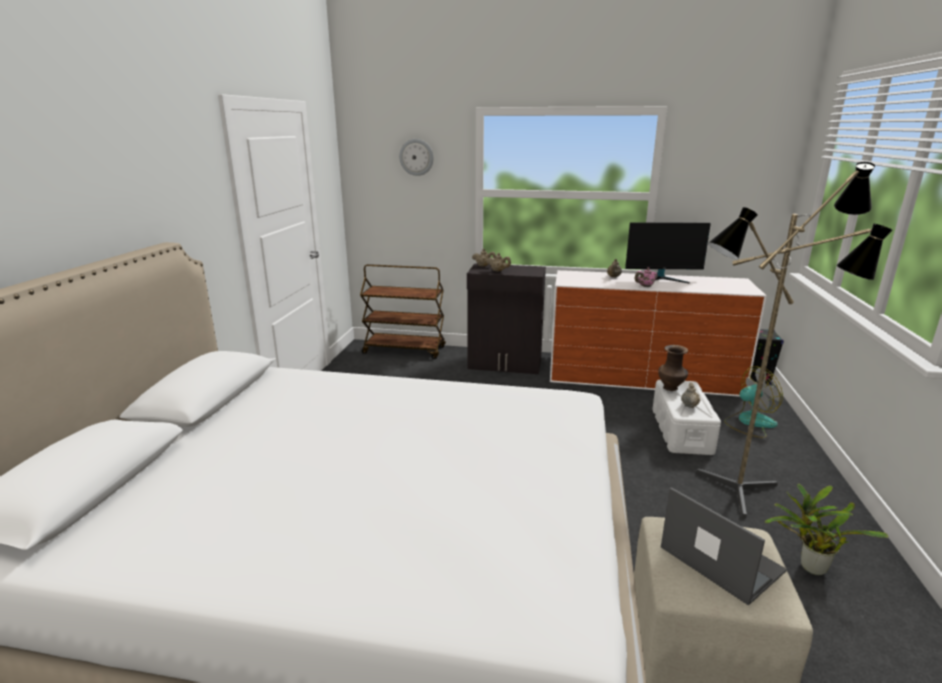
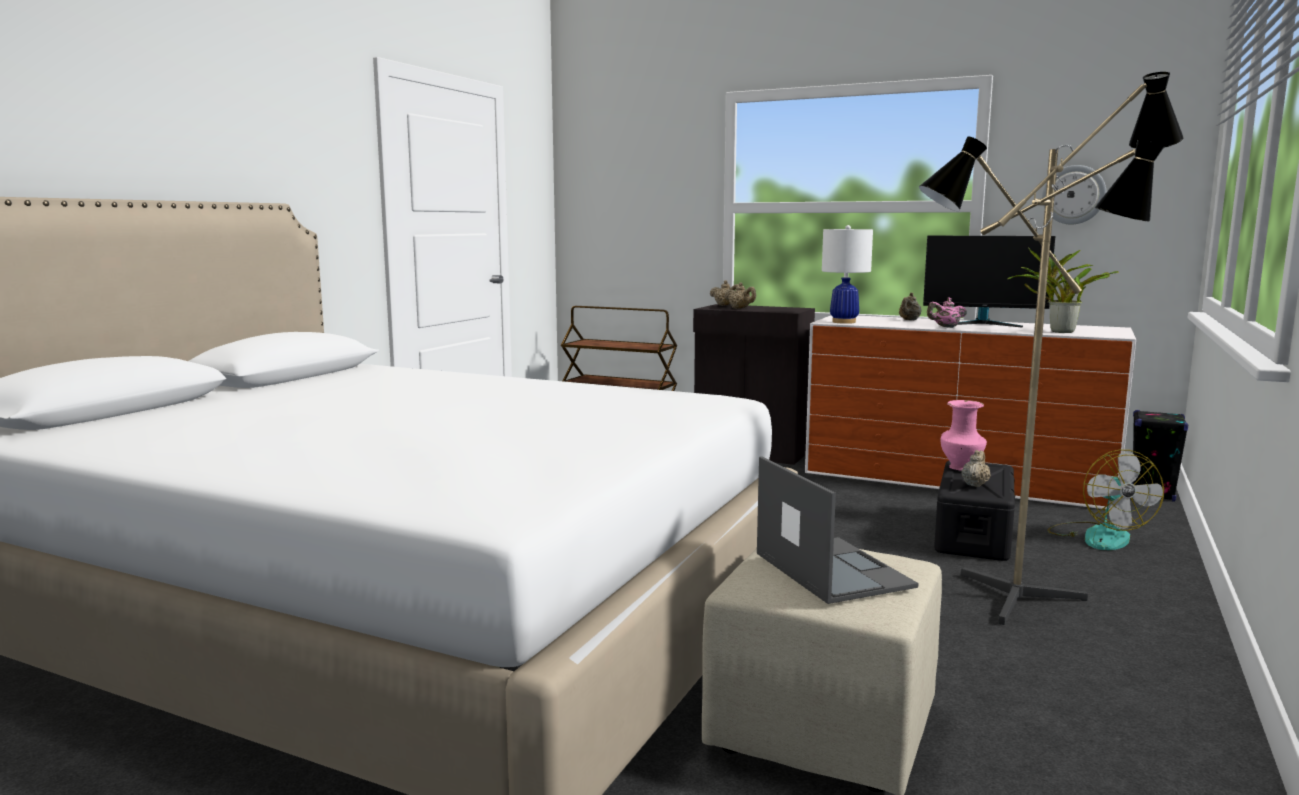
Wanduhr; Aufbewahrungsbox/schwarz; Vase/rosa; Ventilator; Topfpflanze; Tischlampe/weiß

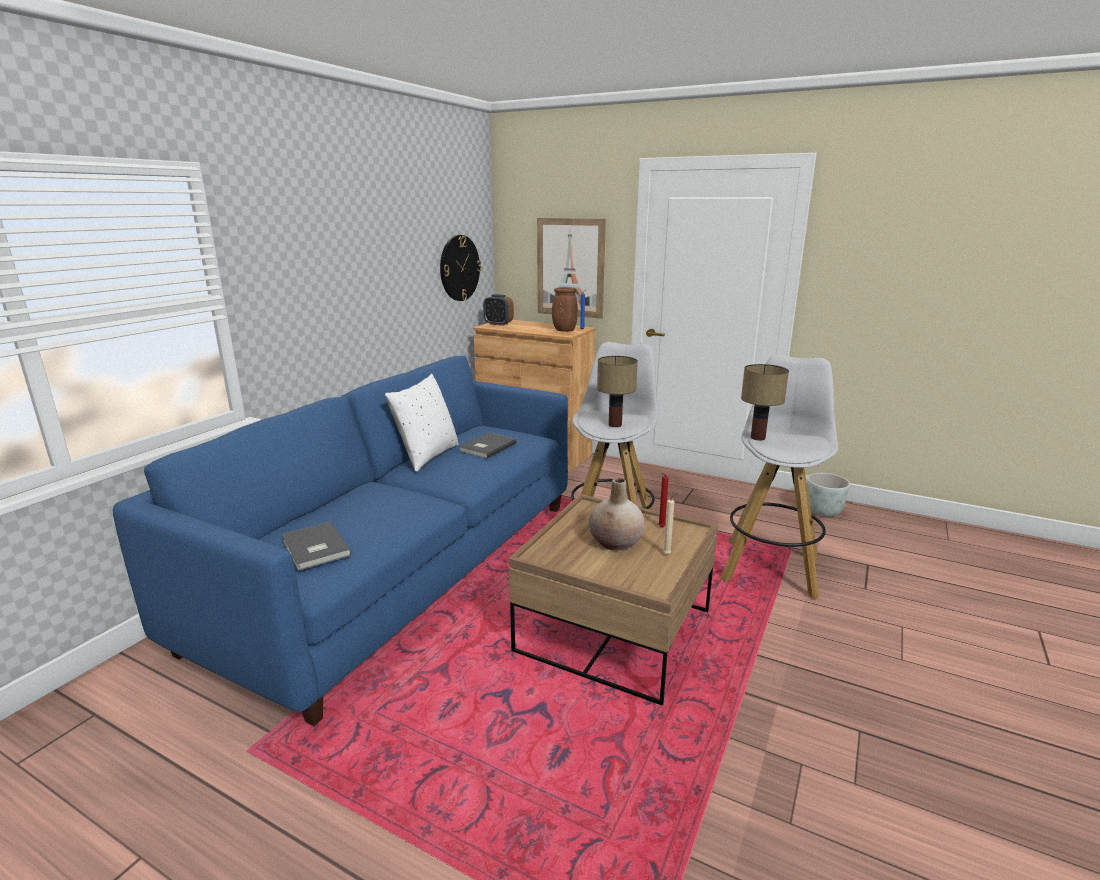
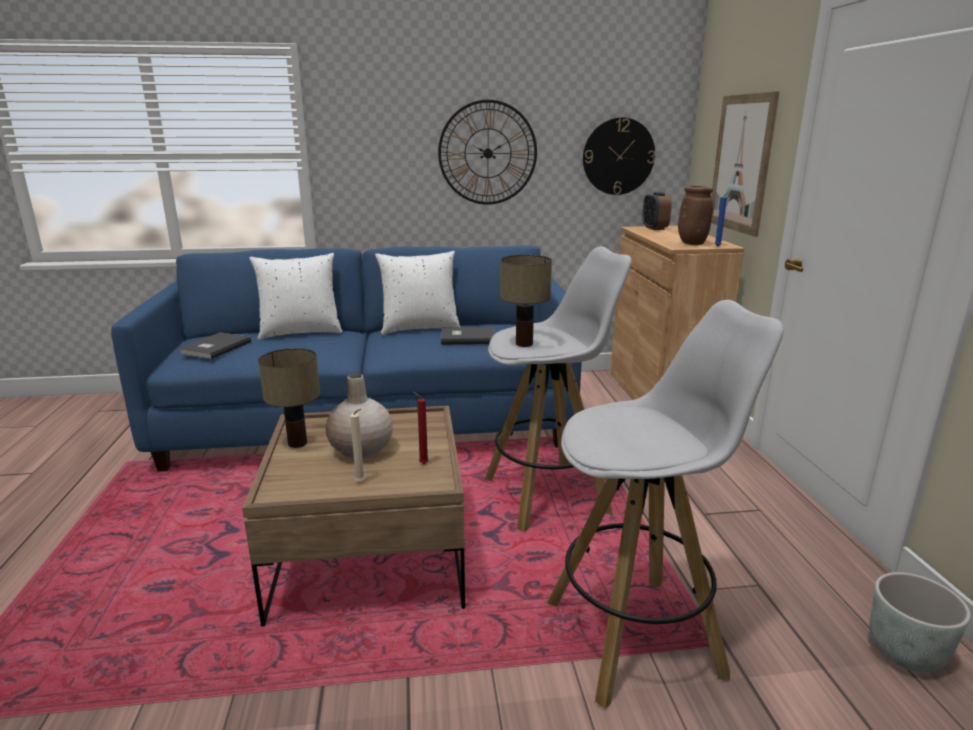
Tischlampe (1st from left); Kissen/weiß (1st from left); Wanduhr (1st from left)

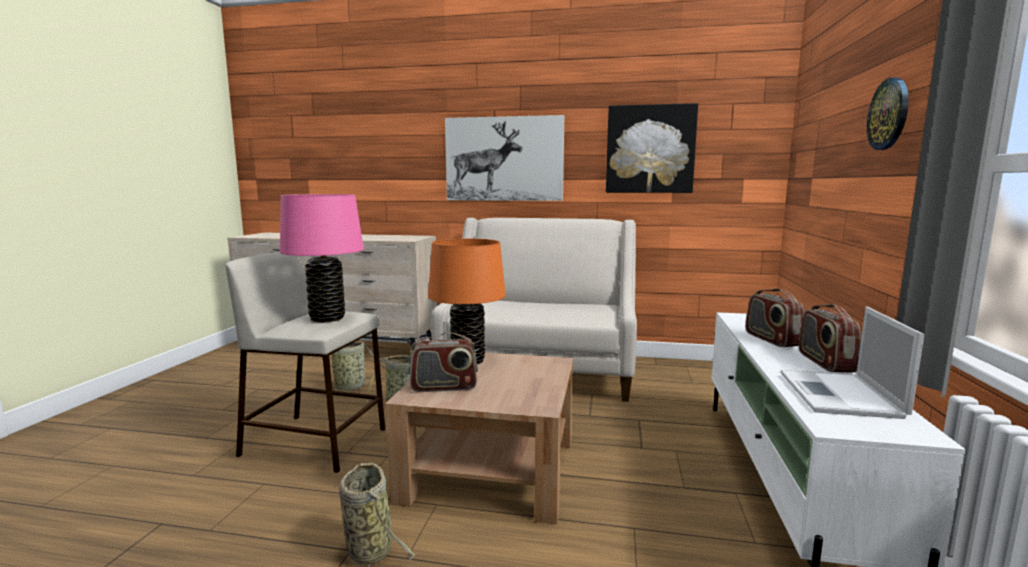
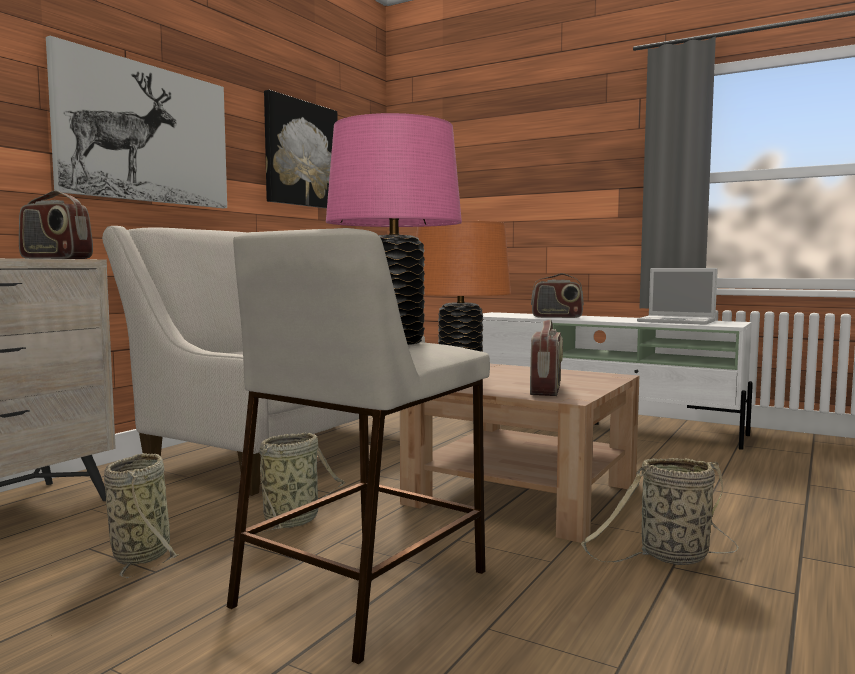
Radio (1st from left); Wanduhr

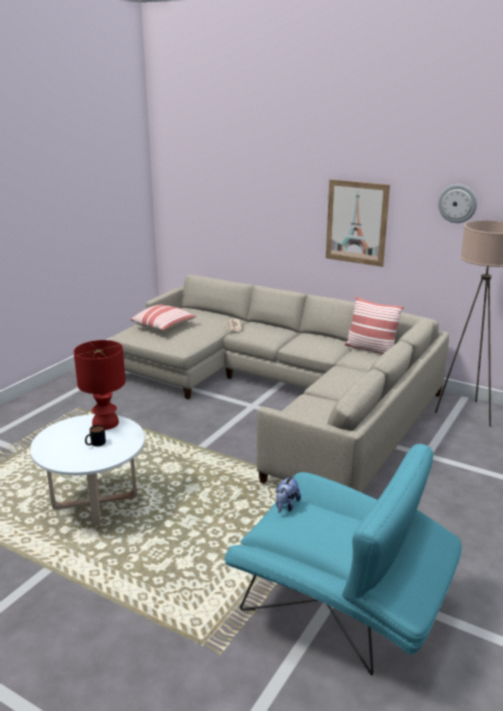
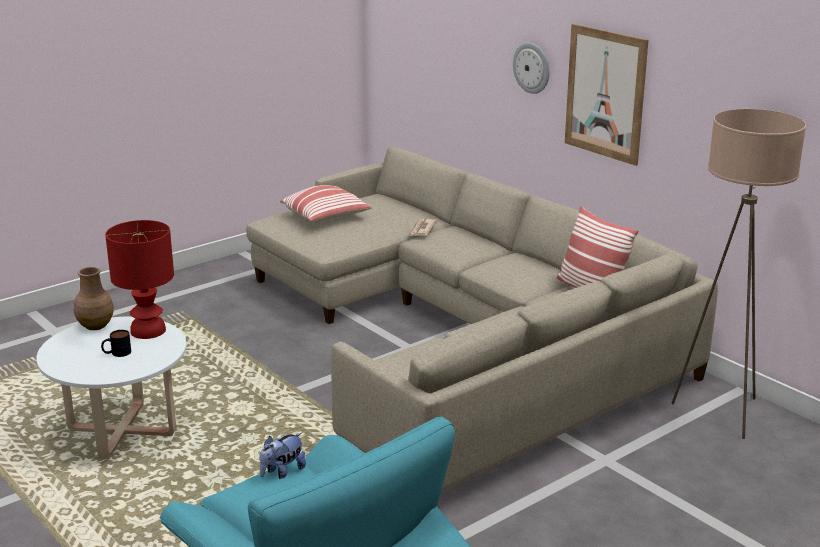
Wanduhr; Vase/braun

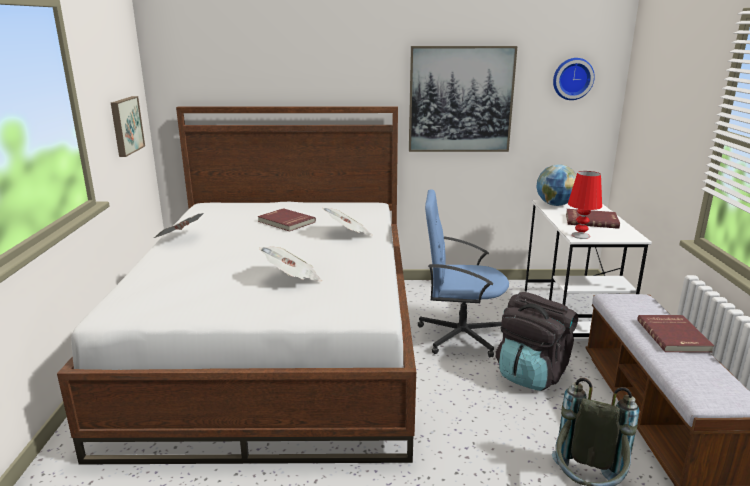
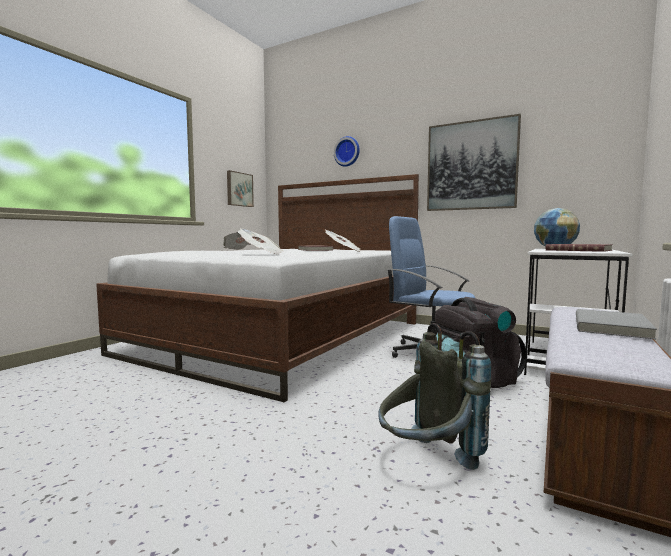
Wanduhr; Tischlampe/rot; Buch/grau

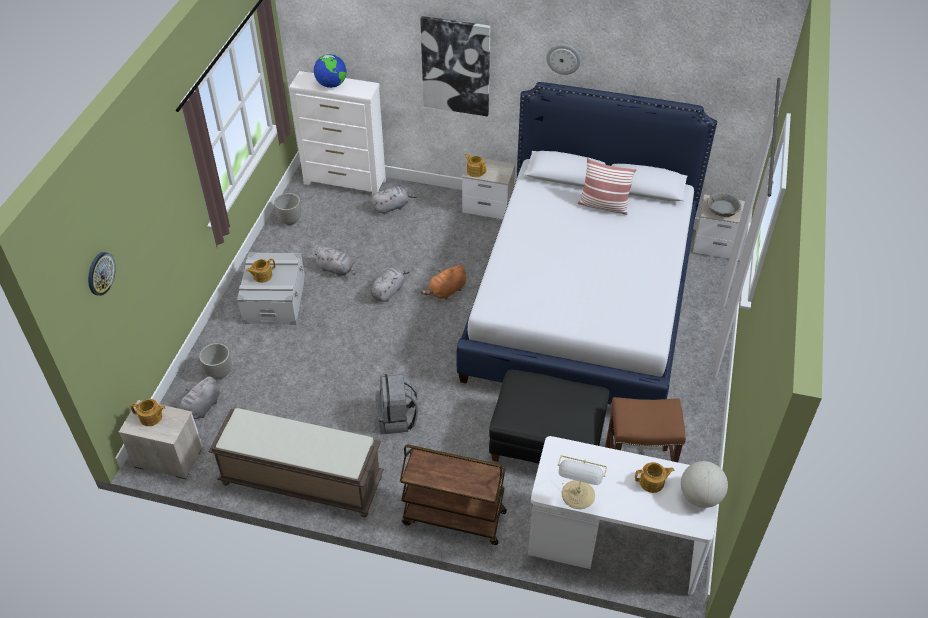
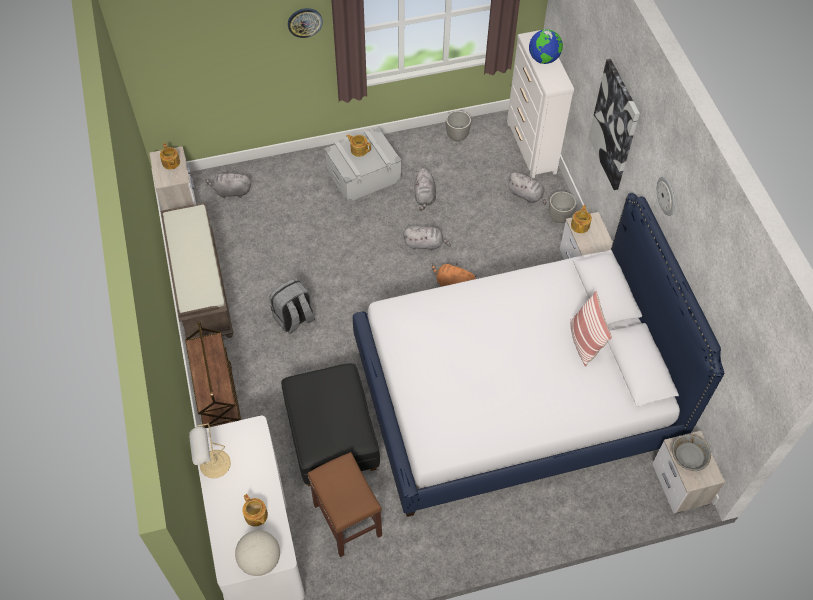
Wanduhr (1st from left); Pflanzkübel (2nd from left)

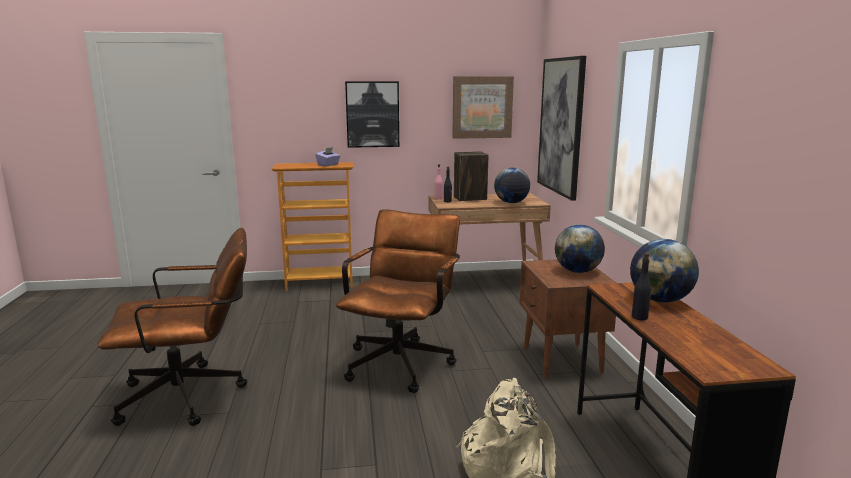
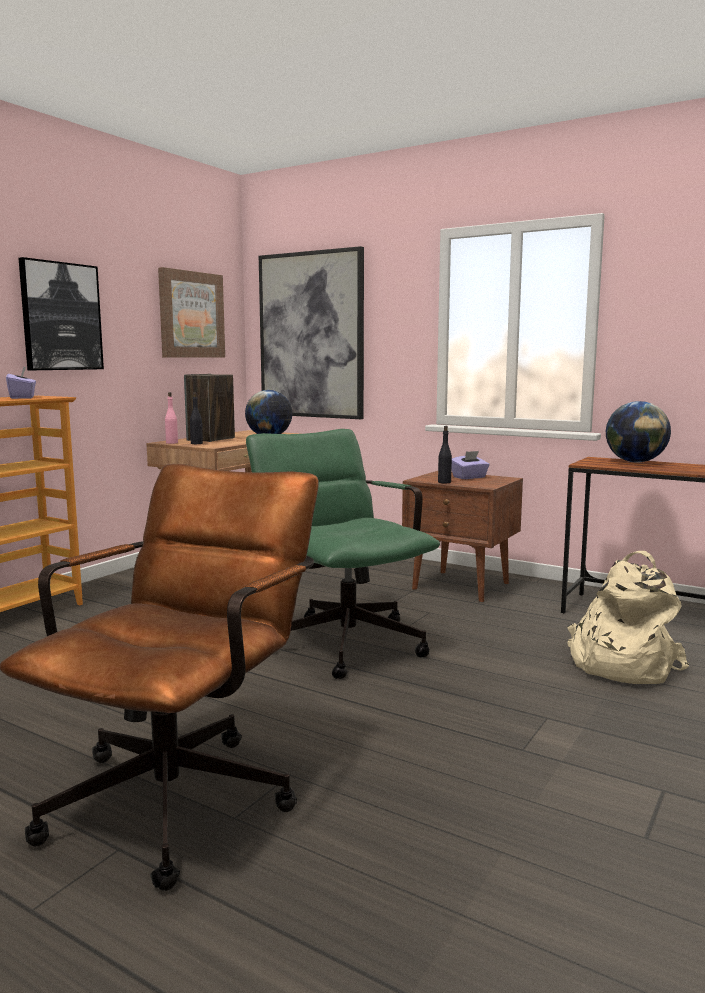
Bürostuhl/grün; Taschentuchbox/lila (2nd from left); Flasche/schwarz (2nd from left)

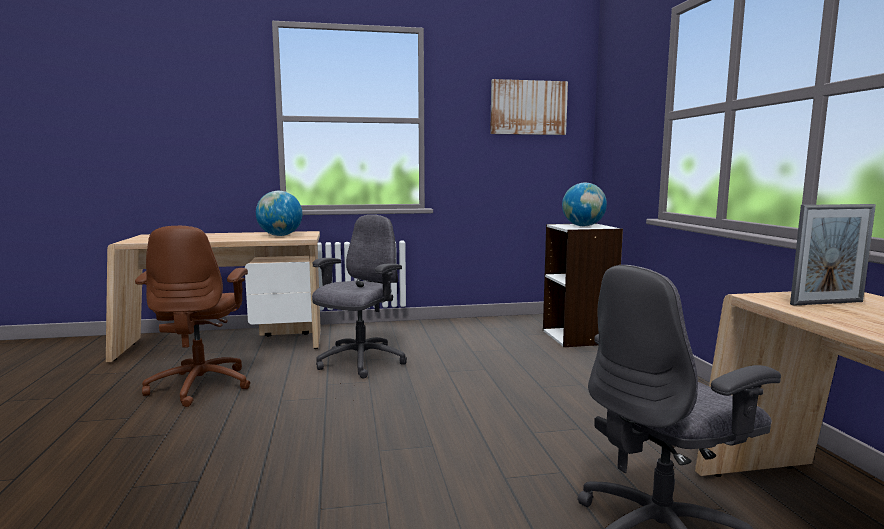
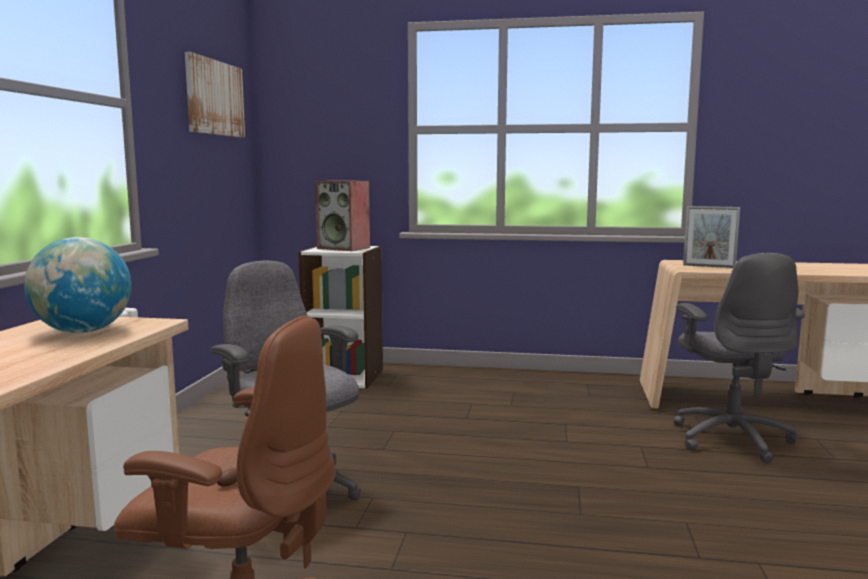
Lautsprecher; Bilderrahmen

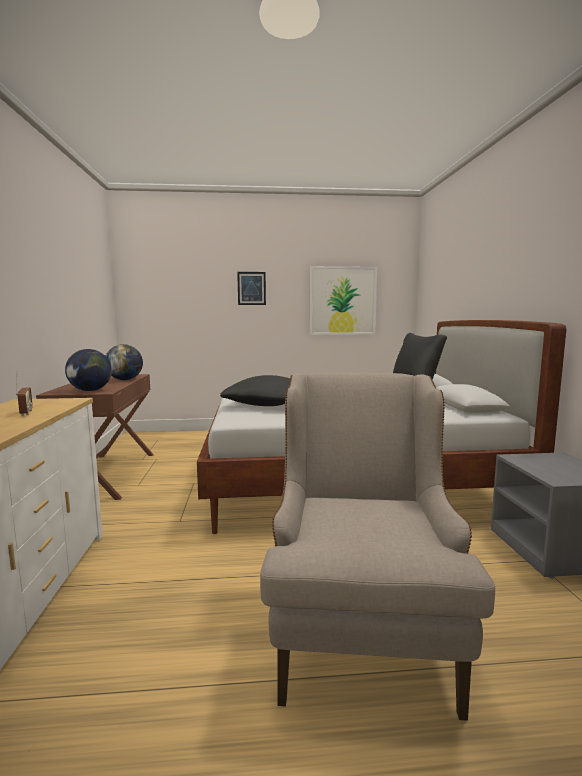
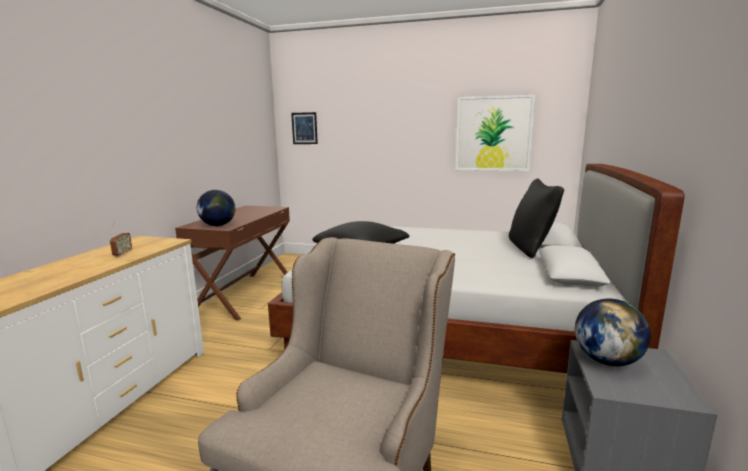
Globus (2nd from left); Bild (1st from left)

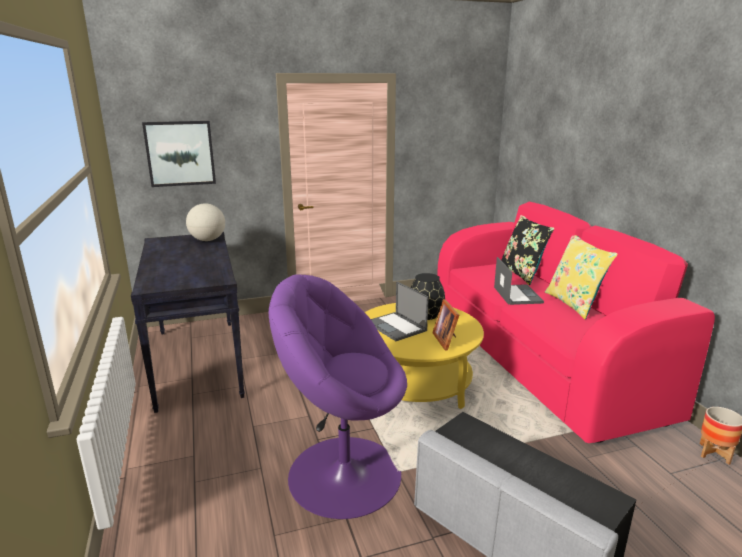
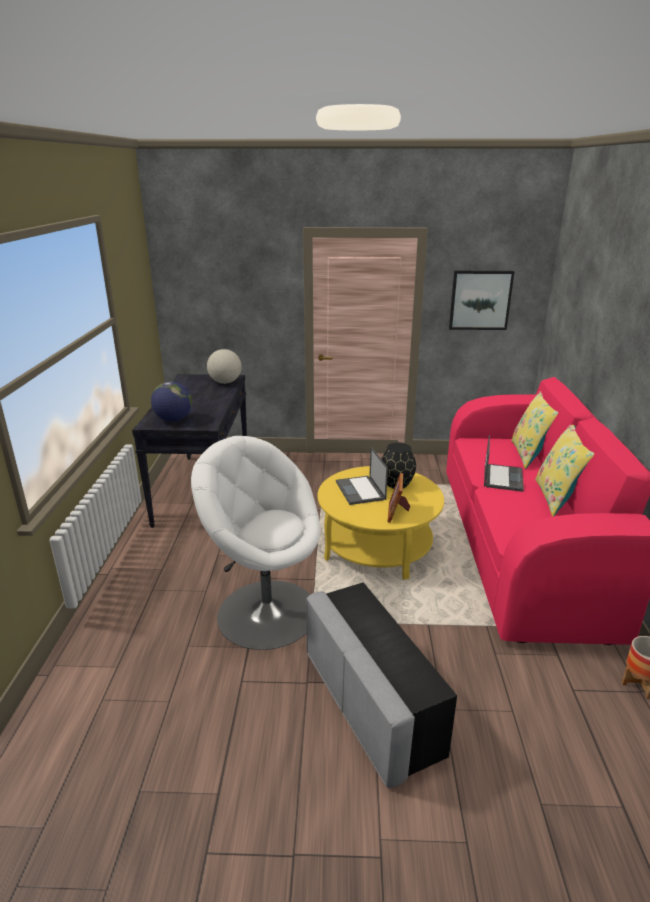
Bild; Sessel/weiß; Kissen/gelb (1st from left); Globus (1st from left)

